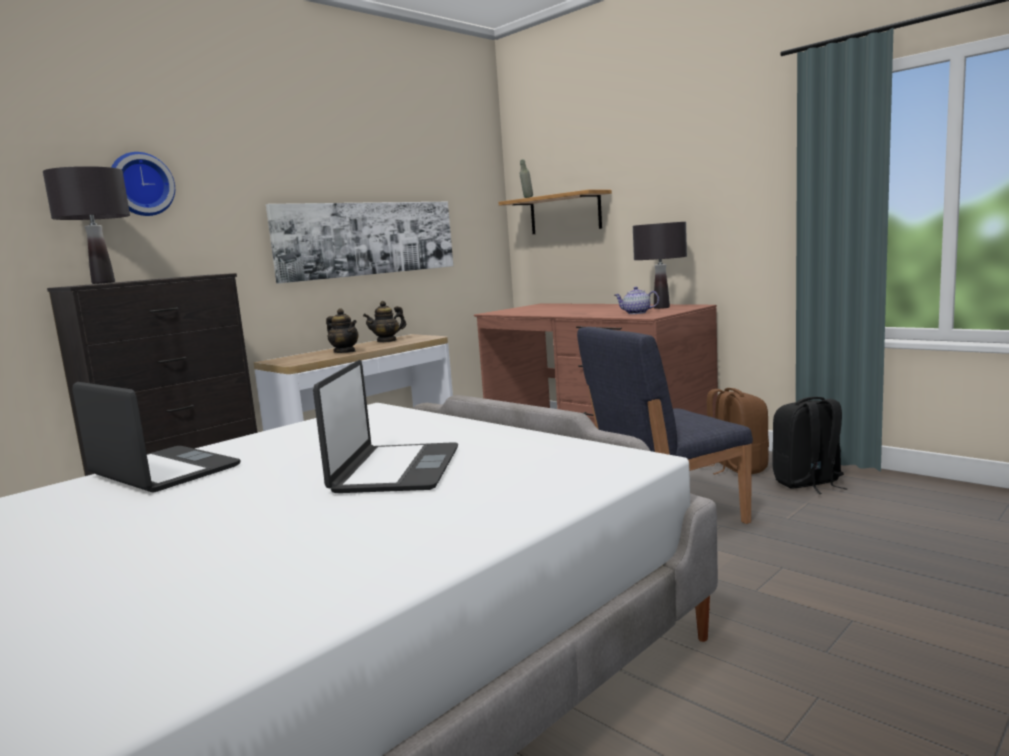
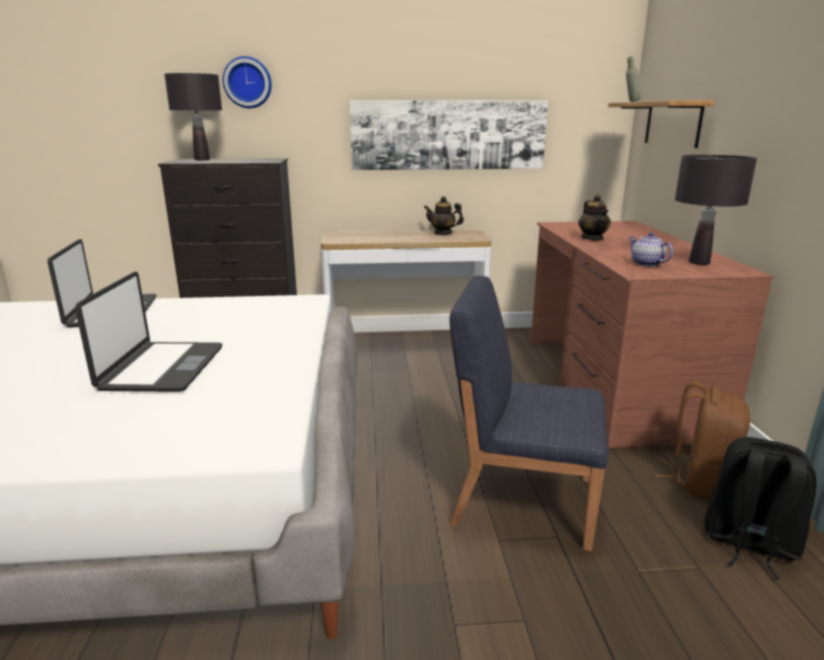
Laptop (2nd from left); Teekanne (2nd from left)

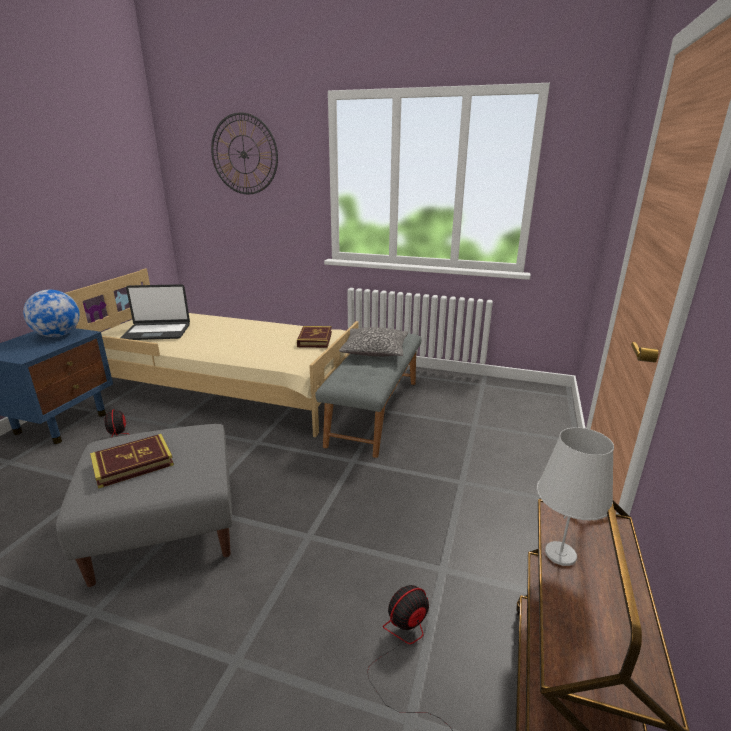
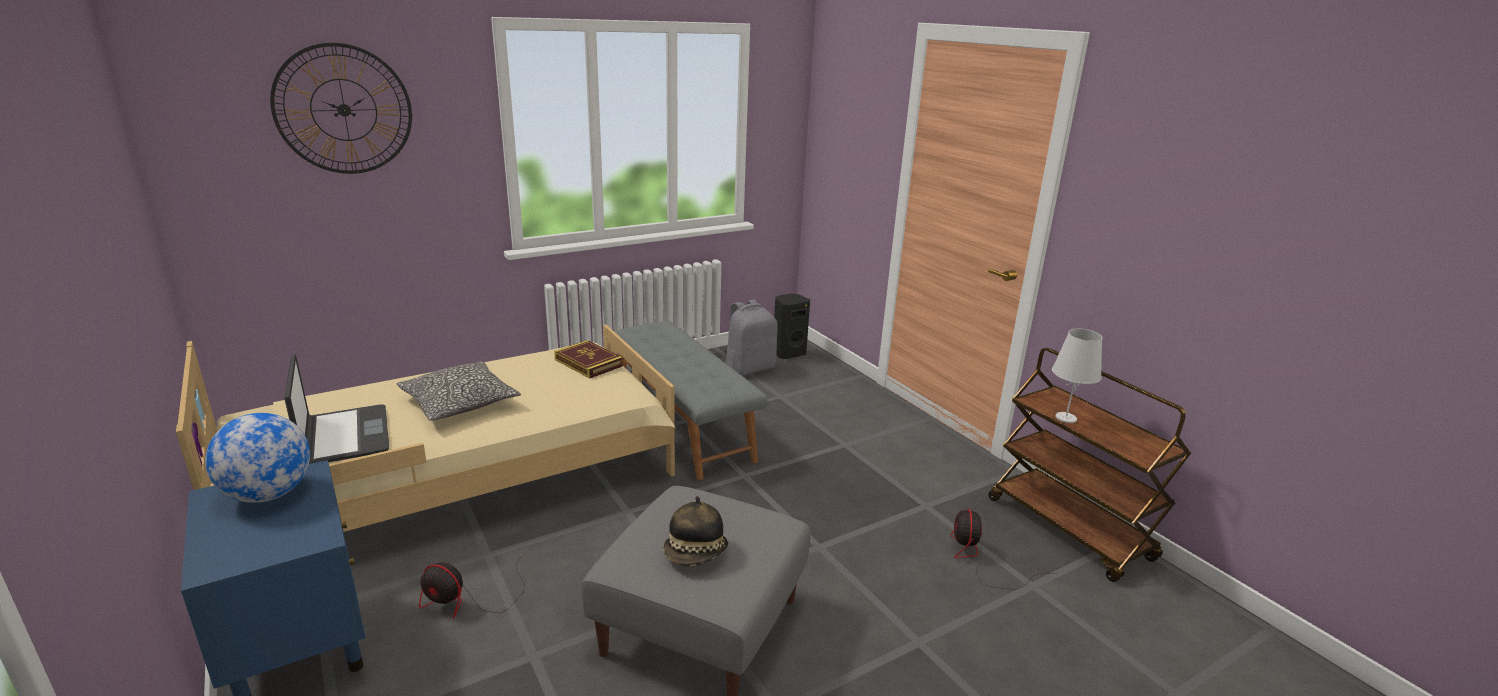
Hut; Laptop; Kissen; Rucksack/grau; Lautsprecher/schwarz

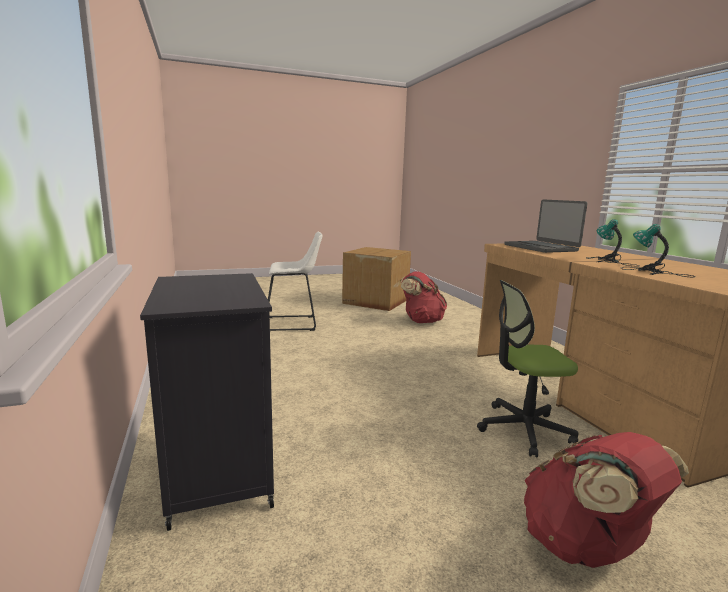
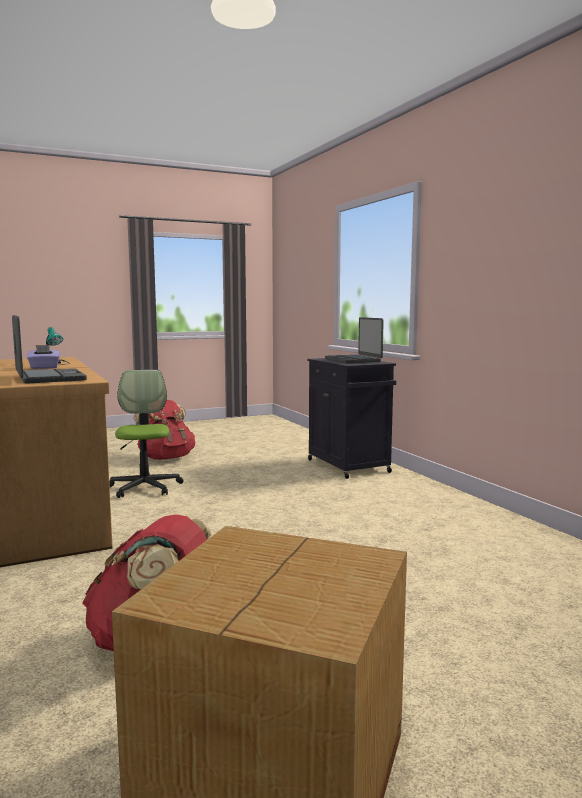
Hocker/weiß; Bürostuhl; Taschentuchbox/lila; Laptop (2nd from left)

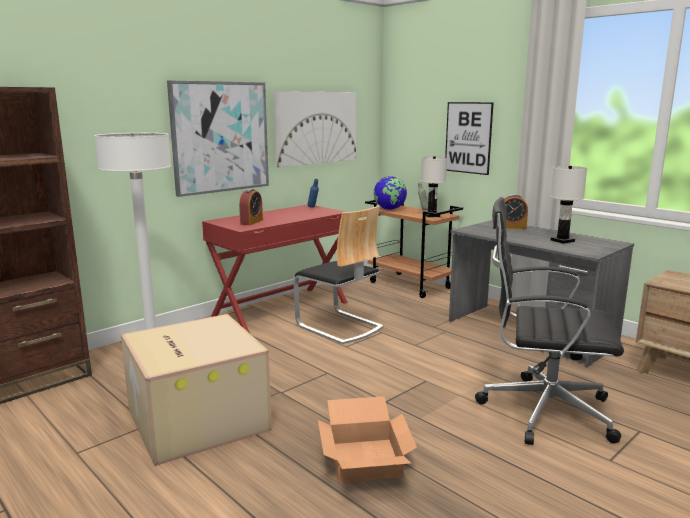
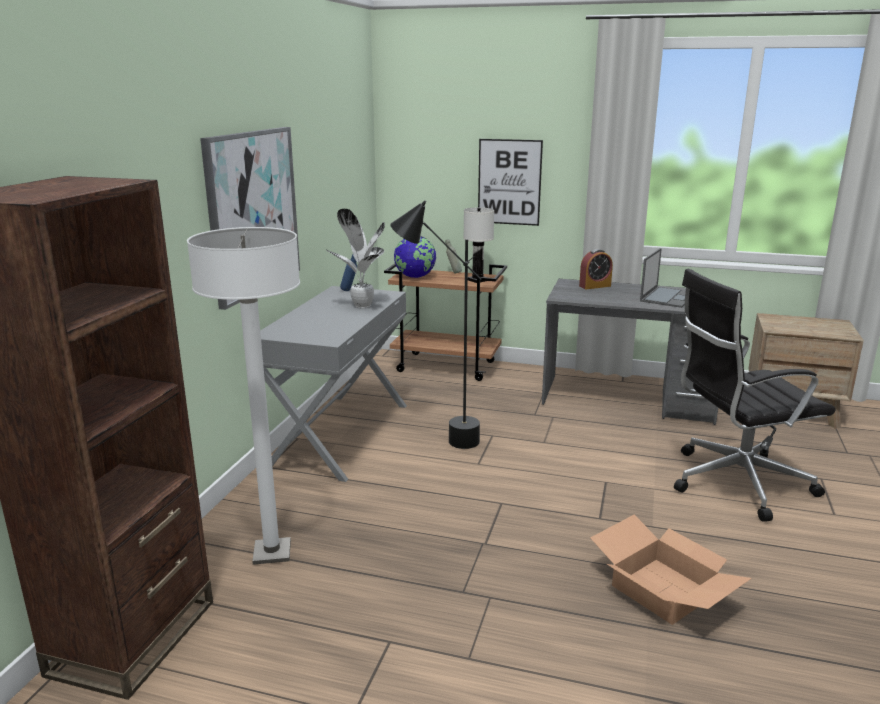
Karton (1st from left in the first image); Schreibtisch/grau (1st from left); Wecker (1st from left in the first image); Bild (2nd from left in the first image); Stehlampe/schwarz; Laptop; Topfpflanze

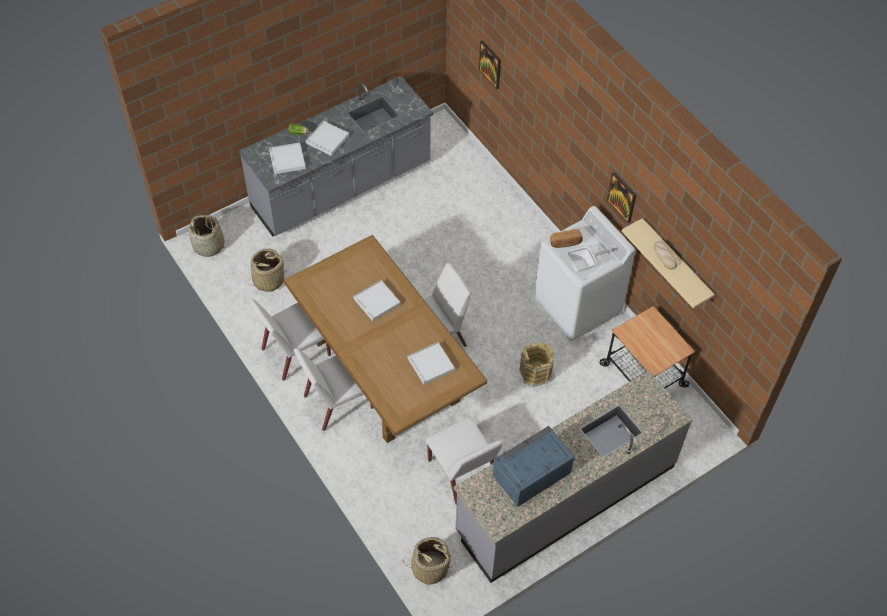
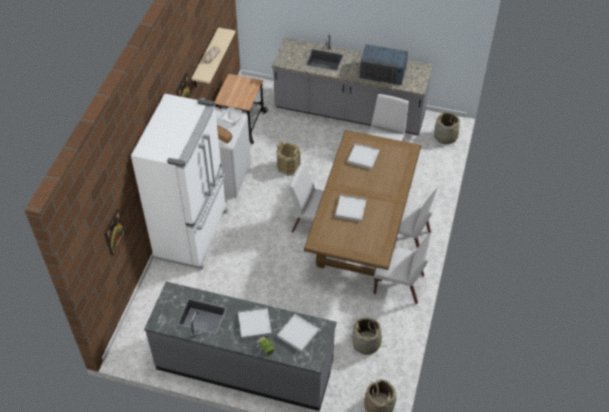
Kühlschrank/weiß

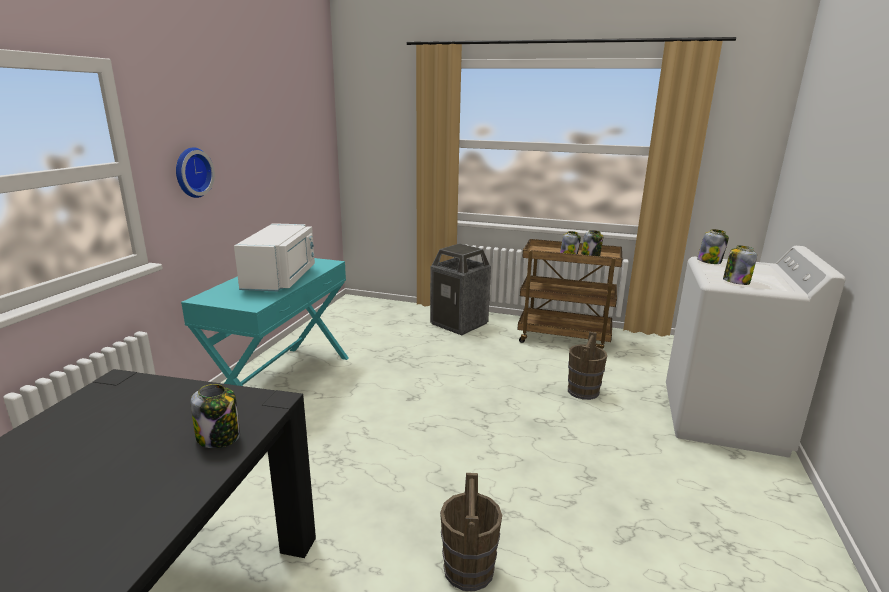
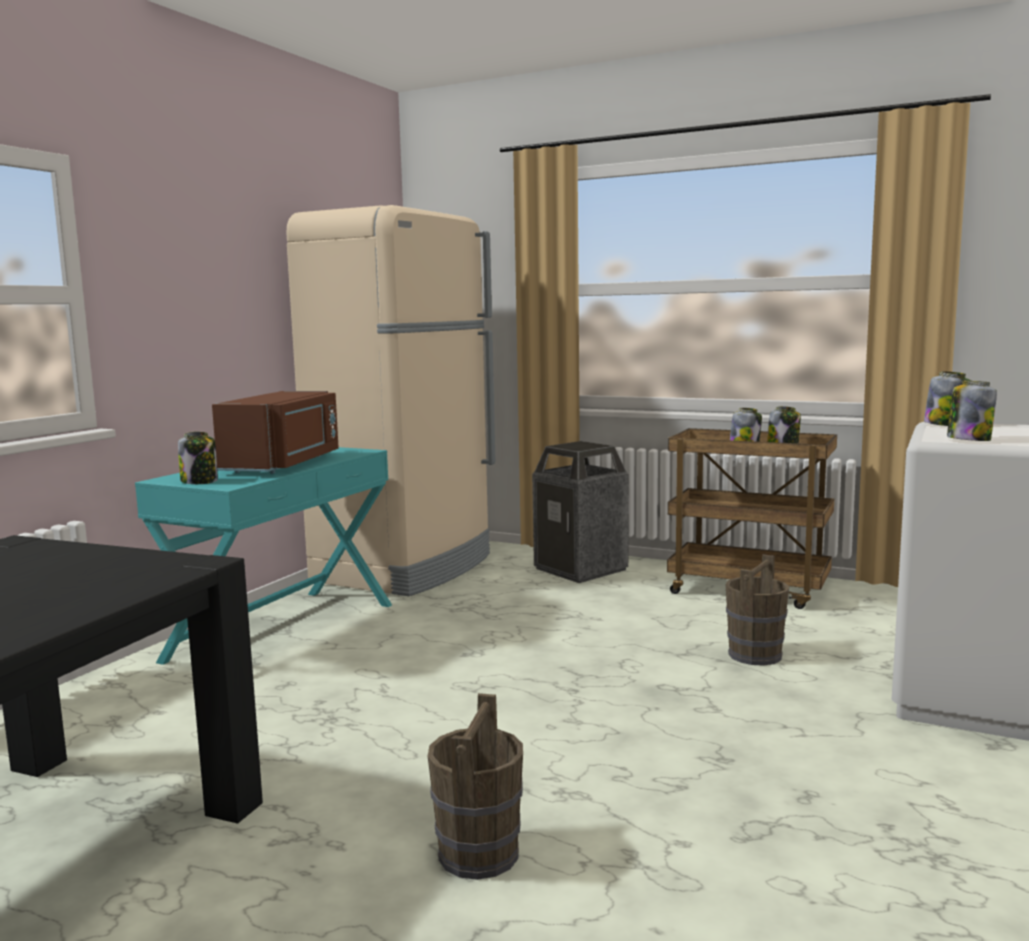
Wanduhr; Vorratsglas (1st from left); Mikrowelle/braun; Kühlschrank/beige

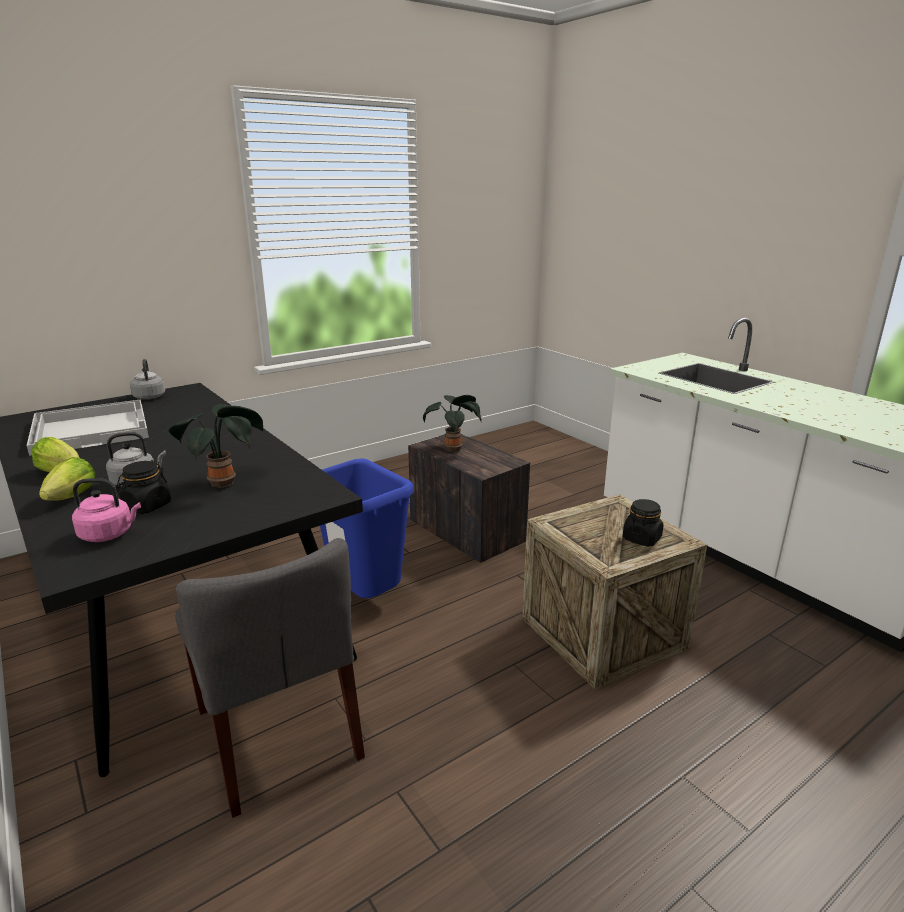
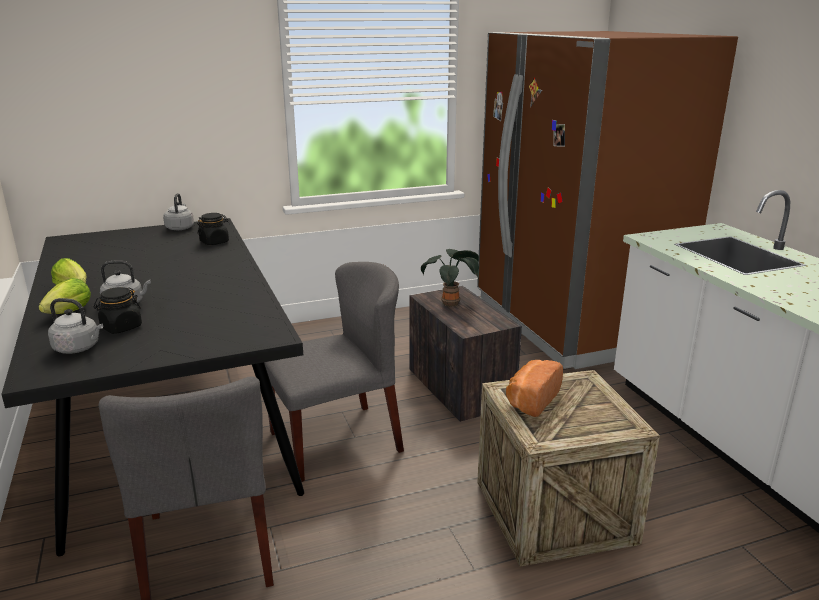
Tablett/weiß; Wasserkessel/grau (1st from left); Topfpflanze (1st from left in the first image); Stuhl/grau (2nd from left); Vorratsglas/schwarz (2nd from left); Kühlschrank/braun; Brot

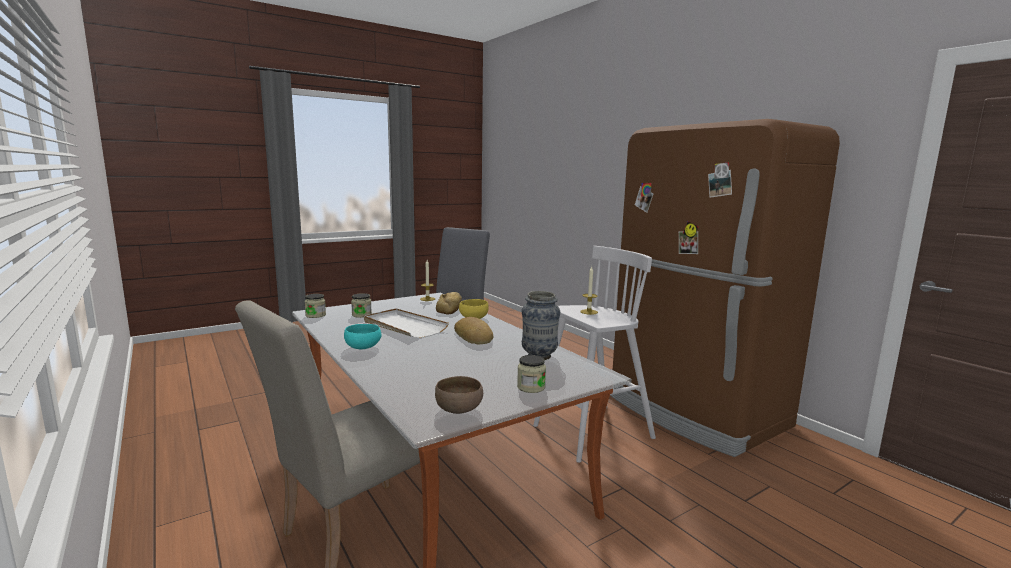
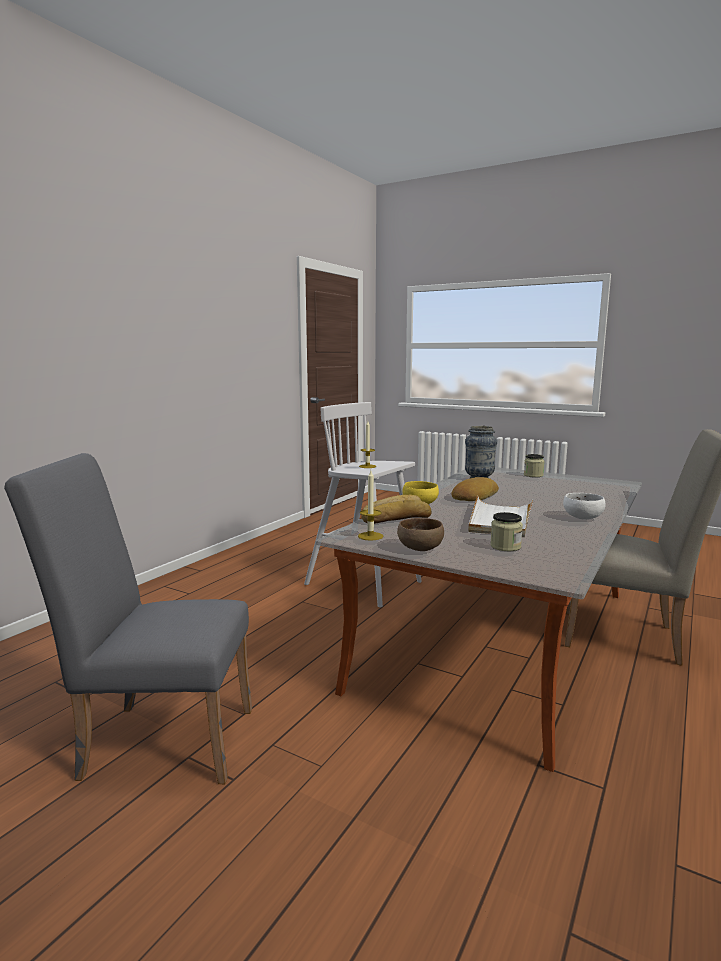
Vorratsglas (1st from left in the first image); Schüssel/weiß; Schüssel/braun; Kühlschrank/braun

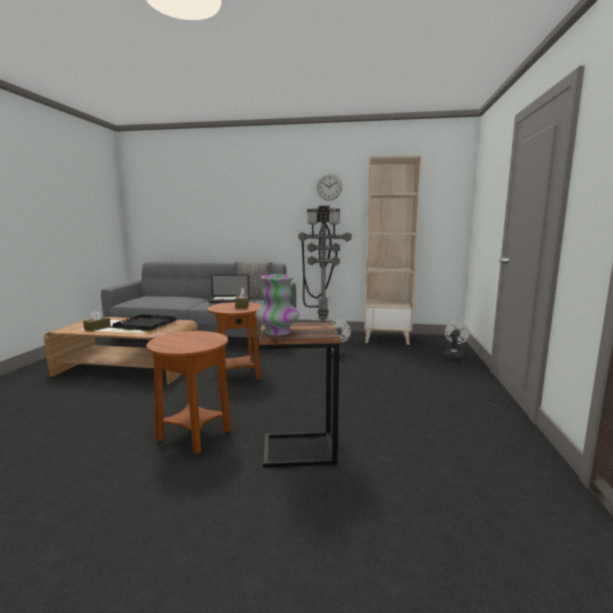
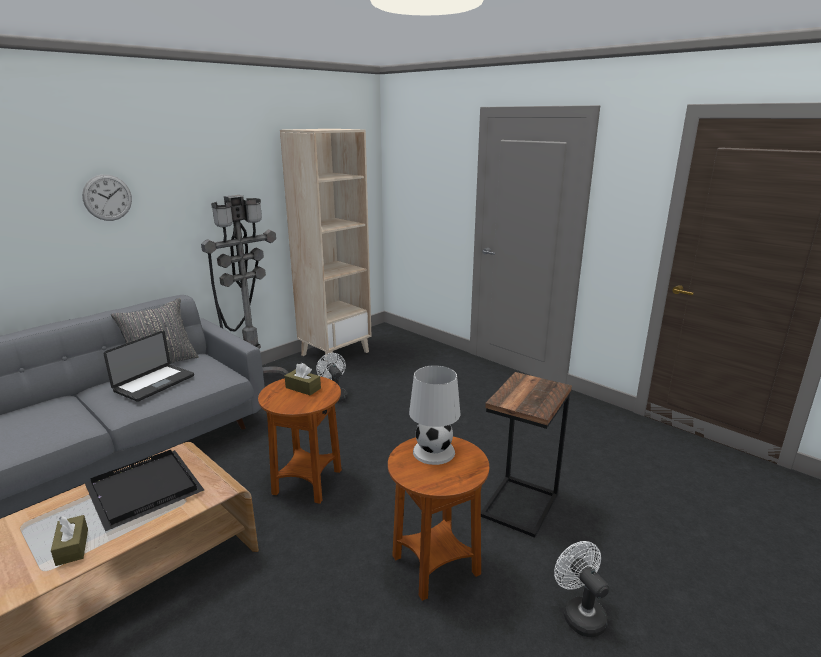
Vase; Wanduhr; Ventilator/weiß (2nd from left); Tischlampe/weiß

